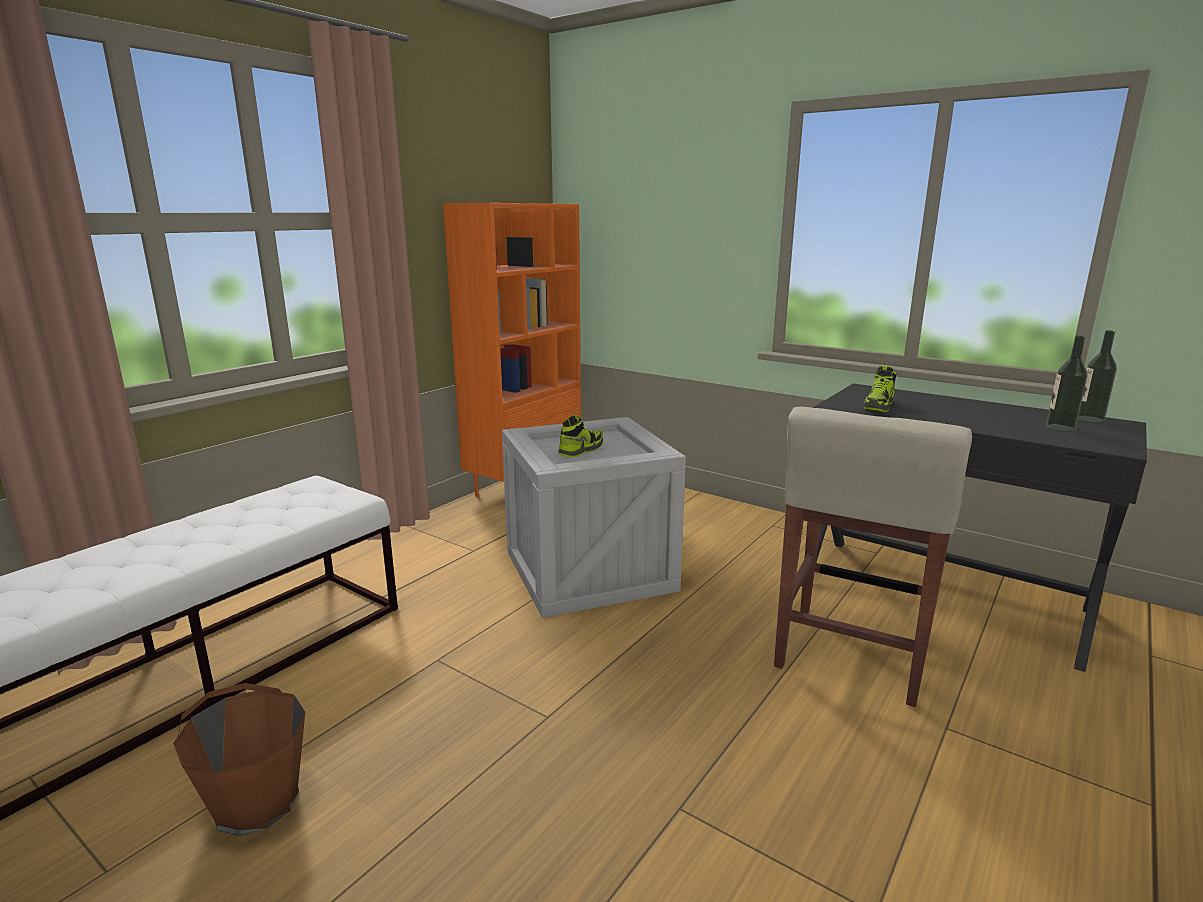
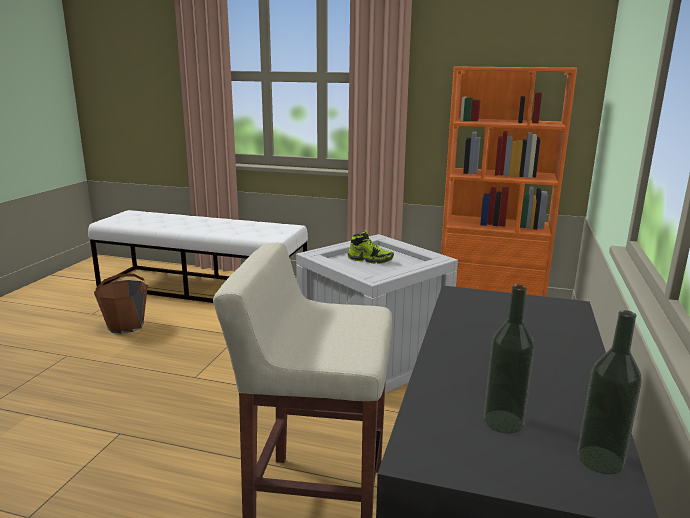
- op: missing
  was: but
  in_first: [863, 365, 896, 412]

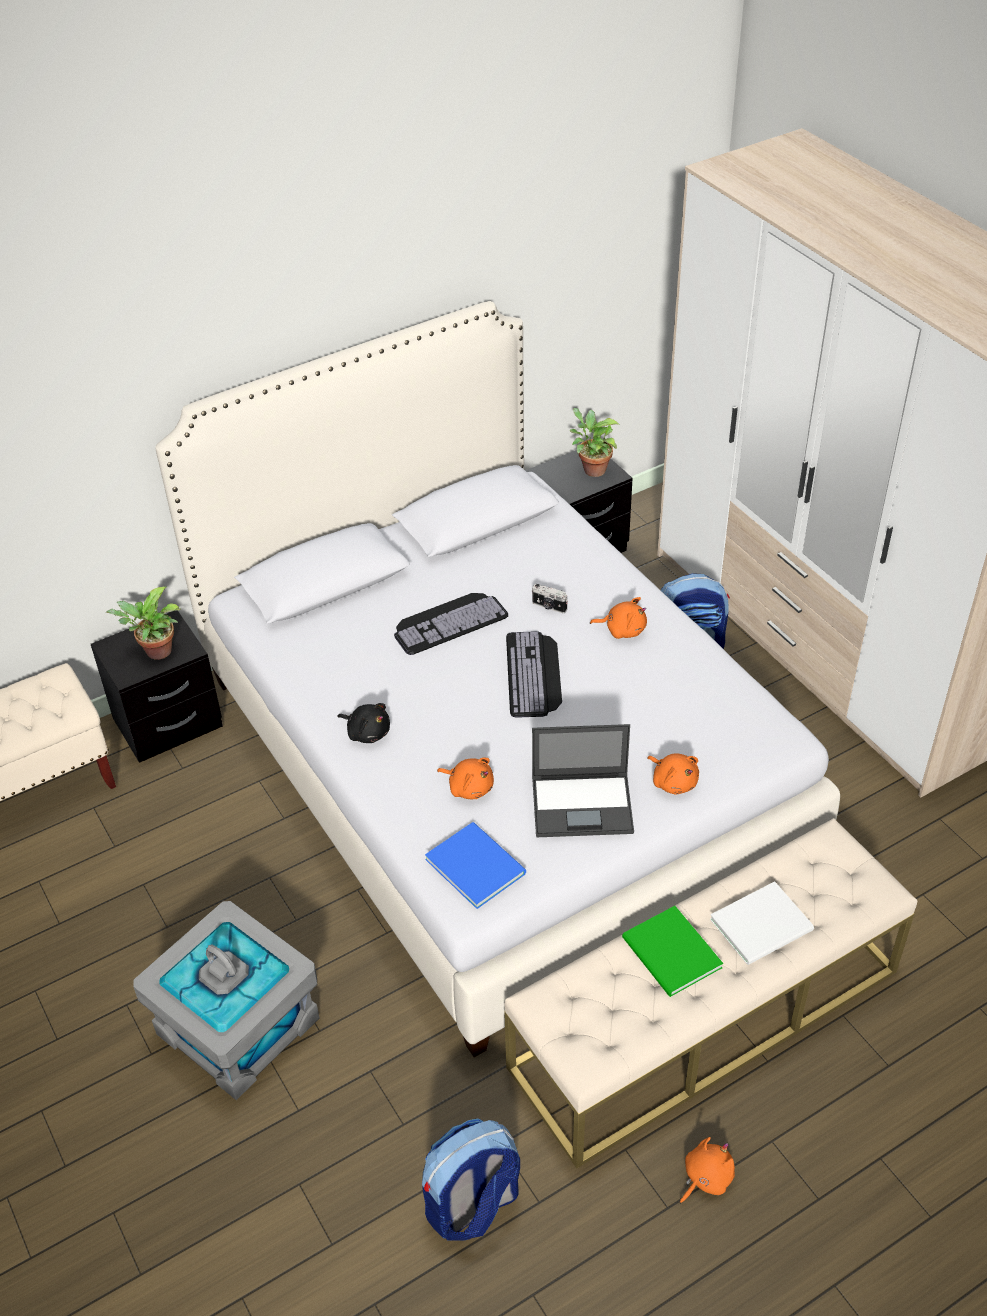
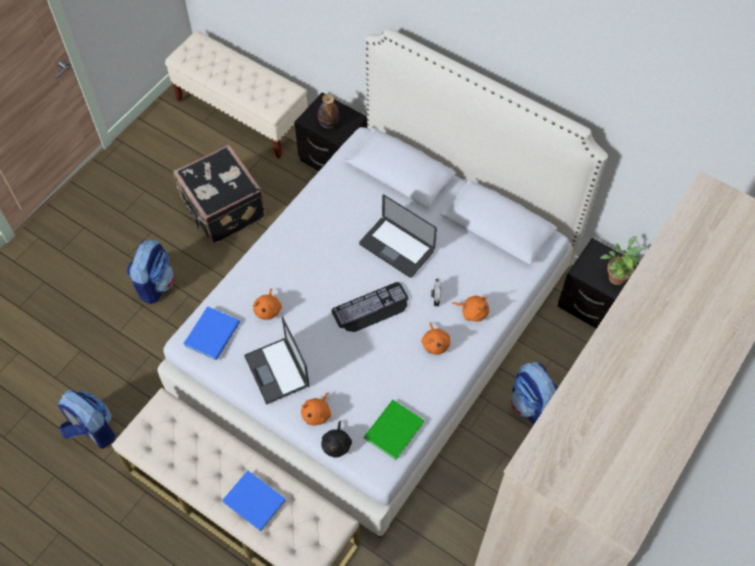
- op: exchanged
  was: pojemnik do przechowywania [szary]
  now: plecak
  in_first: [133, 901, 319, 1100]
  in_second: [127, 239, 175, 304]
- op: appeared
  now: walizka [czarny]
  in_second: [173, 144, 266, 244]
- op: colour
  was: książka [biały]
  now: książka [niebieski]
  in_first: [710, 881, 814, 965]
  in_second: [222, 470, 286, 531]
- op: exchanged
  was: roślina doniczkowa
  now: butelka
  in_first: [106, 586, 180, 660]
  in_second: [318, 94, 340, 129]
- op: relocated
  was: pluszak [czarny]
  in_first: [338, 703, 390, 743]
  in_second: [321, 421, 352, 458]
- op: exchanged
  was: klawiatura
  now: laptop
  in_first: [394, 593, 508, 655]
  in_second: [359, 194, 437, 278]
- op: relocated
  was: książka [zielony]
  in_first: [622, 906, 723, 997]
  in_second: [364, 400, 425, 460]
- op: relocated
  was: pluszak [pomarańczowy]
  in_first: [680, 1137, 735, 1204]
  in_second: [452, 296, 489, 322]

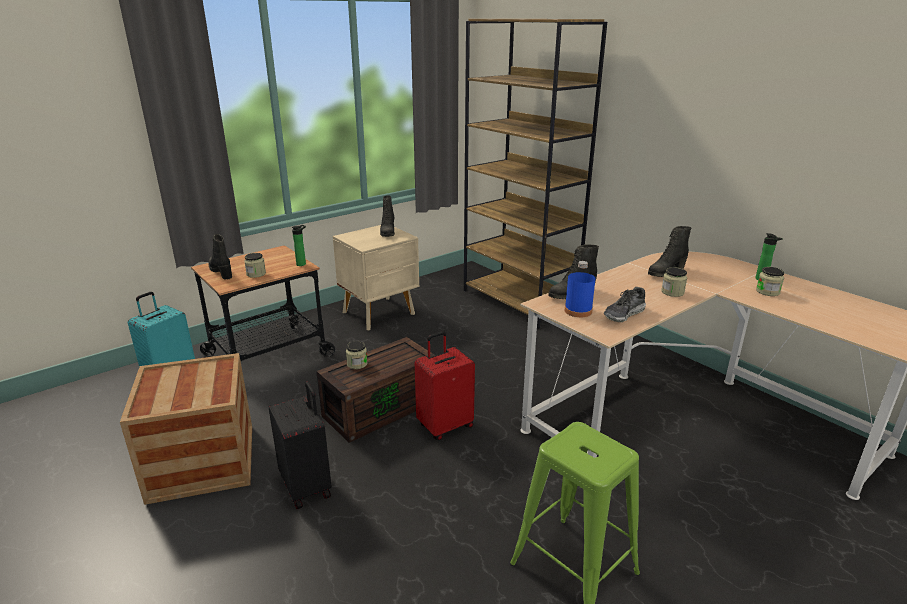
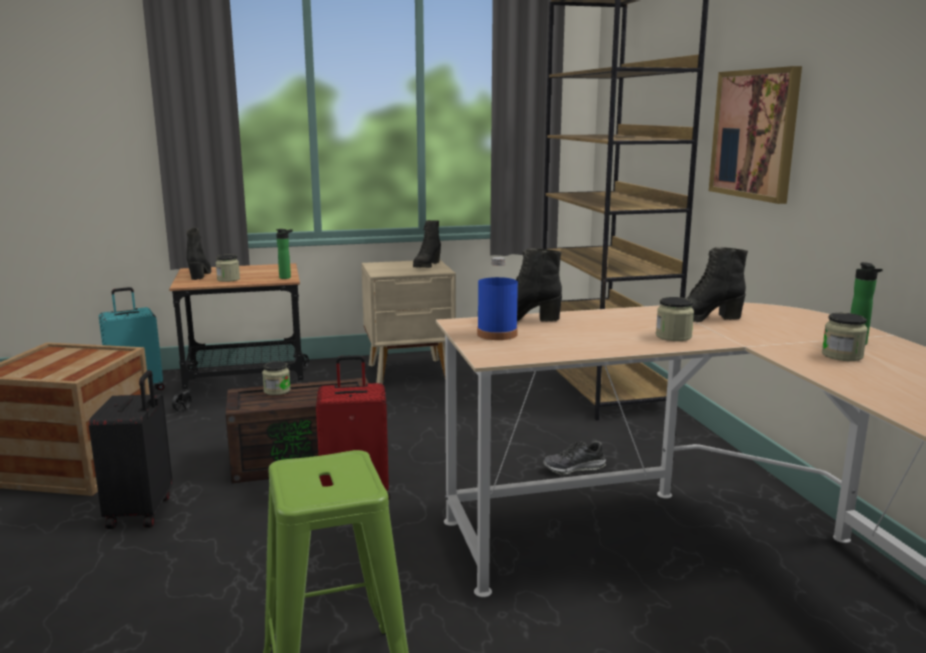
- op: relocated
  was: but
  in_first: [603, 287, 646, 322]
  in_second: [543, 440, 606, 475]
- op: appeared
  now: obraz
  in_second: [709, 66, 802, 204]

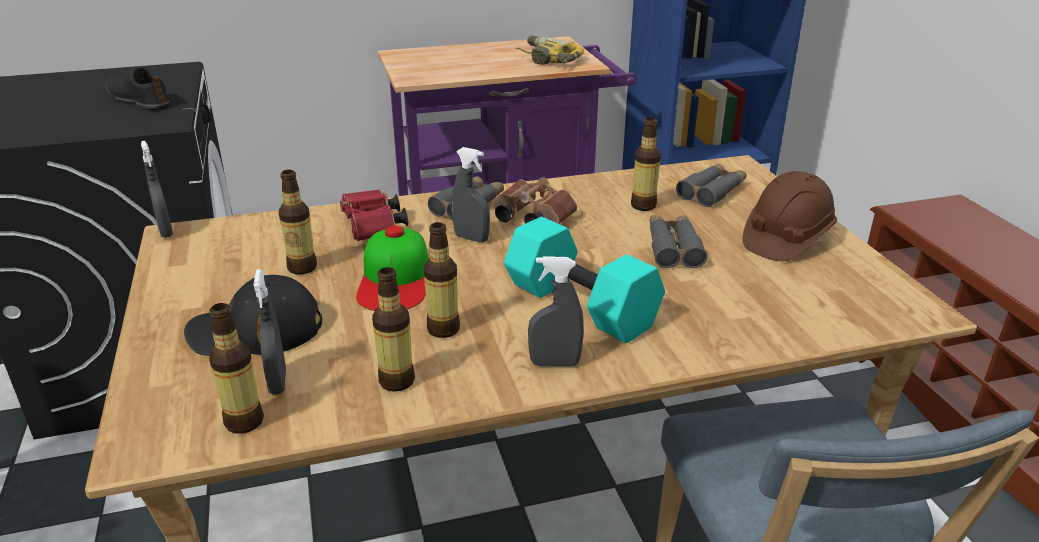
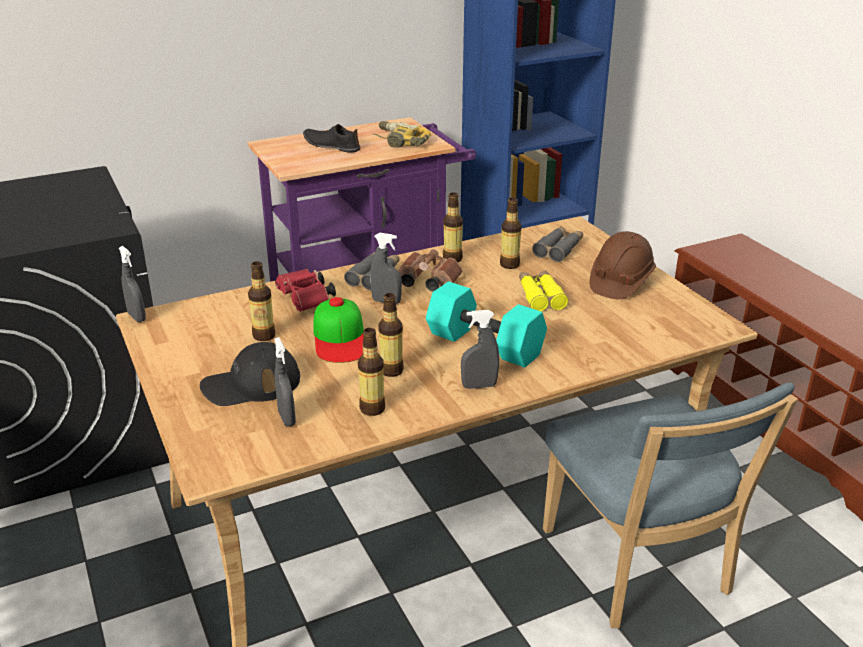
- op: relocated
  was: but [czarny]
  in_first: [106, 68, 170, 110]
  in_second: [303, 124, 360, 153]
- op: relocated
  was: butelka
  in_first: [209, 303, 264, 434]
  in_second: [443, 192, 463, 262]
- op: colour
  was: lornetka [szary]
  now: lornetka [żółty]
  in_first: [650, 215, 708, 268]
  in_second: [519, 270, 568, 311]

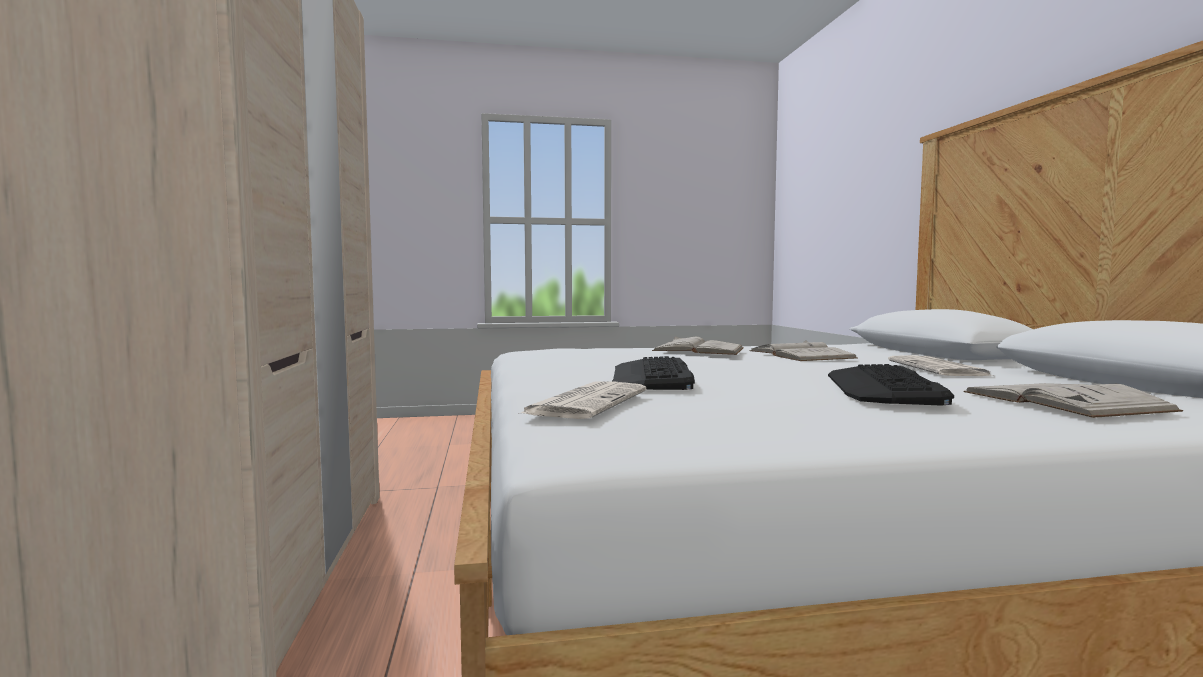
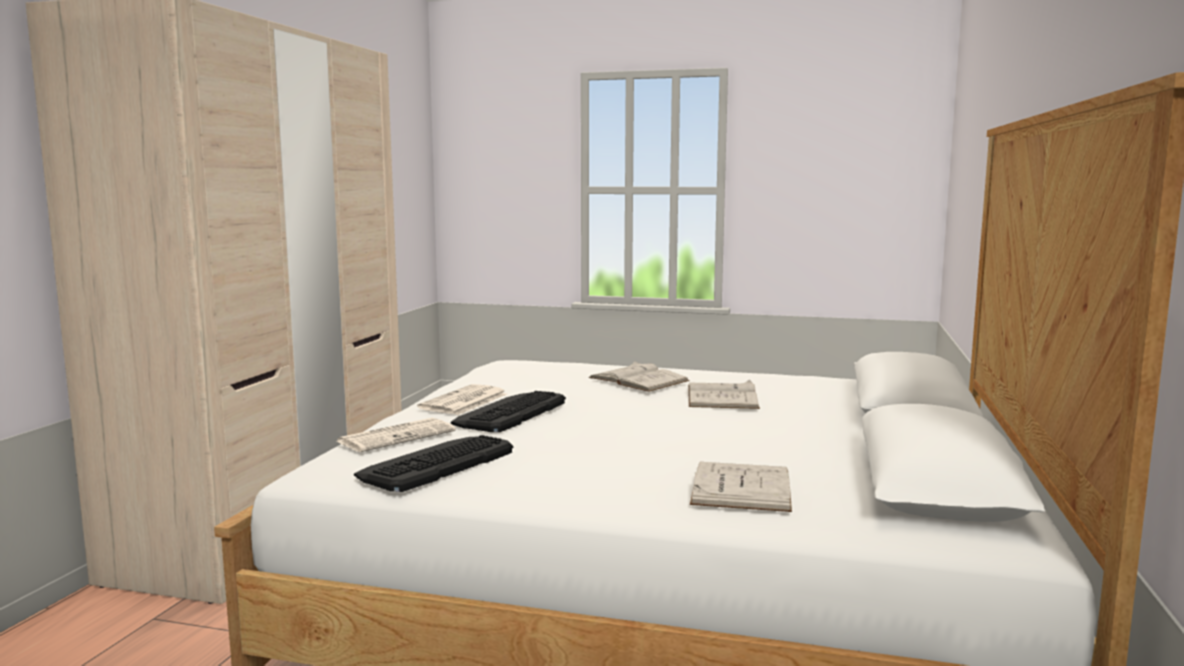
- op: relocated
  was: klawiatura
  in_first: [828, 364, 954, 406]
  in_second: [354, 435, 513, 492]
- op: relocated
  was: gazeta
  in_first: [888, 355, 994, 376]
  in_second: [417, 384, 507, 415]

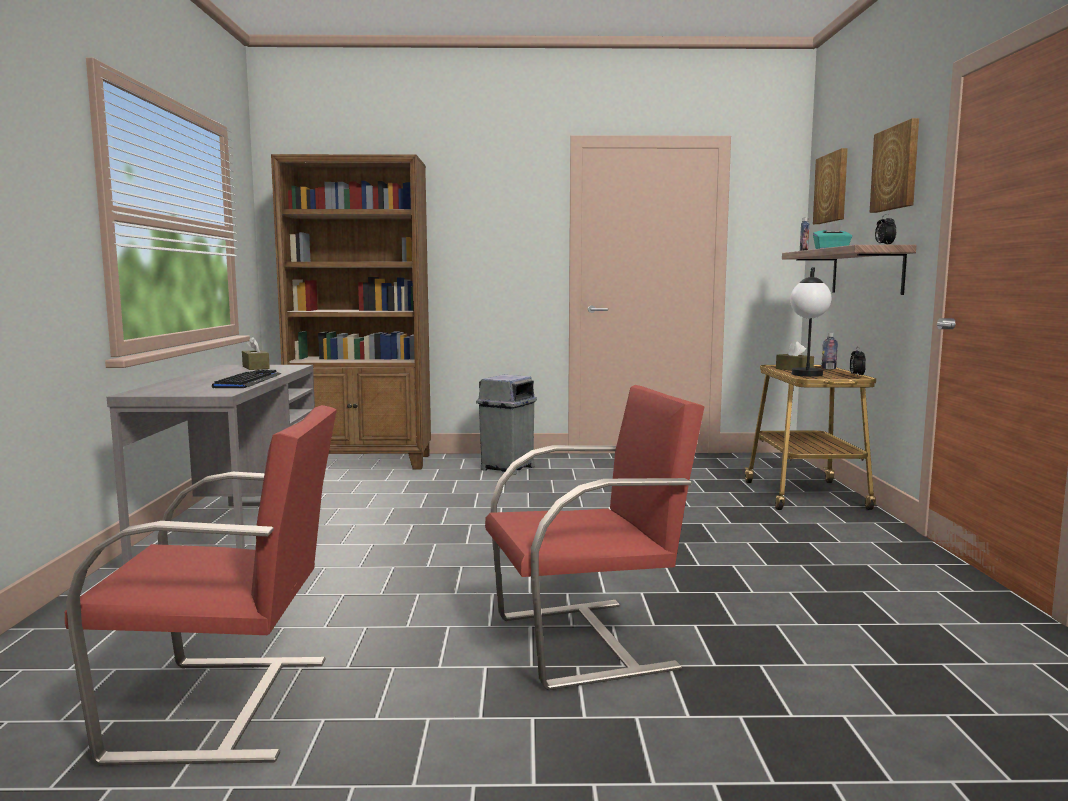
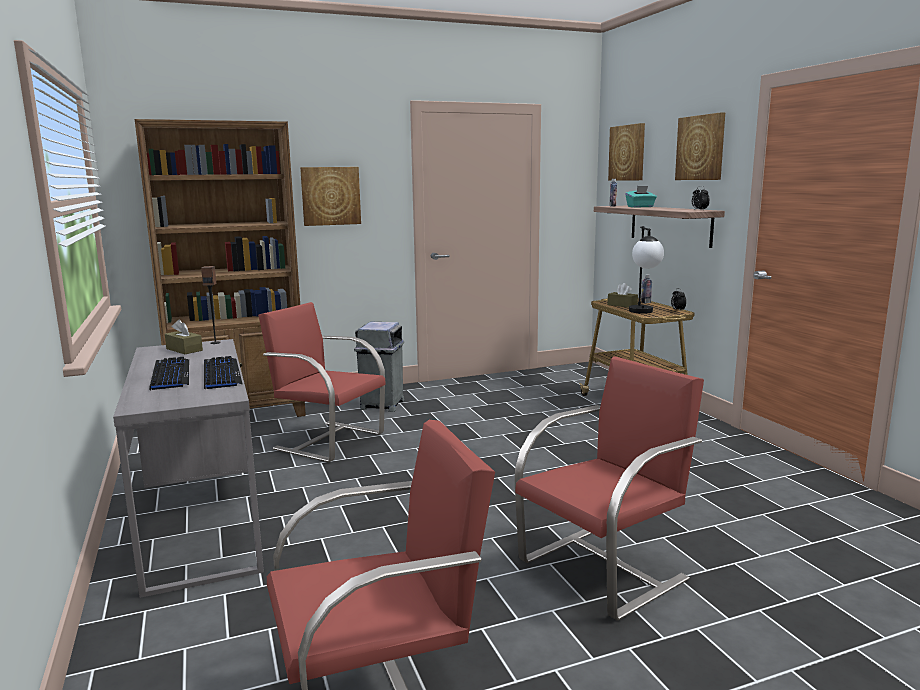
- op: appeared
  now: klawiatura
  in_second: [149, 357, 189, 390]
- op: appeared
  now: głośnik
  in_second: [201, 266, 221, 344]
- op: appeared
  now: krzesło [czerwony]
  in_second: [258, 302, 386, 463]
- op: appeared
  now: obraz
  in_second: [300, 167, 361, 226]

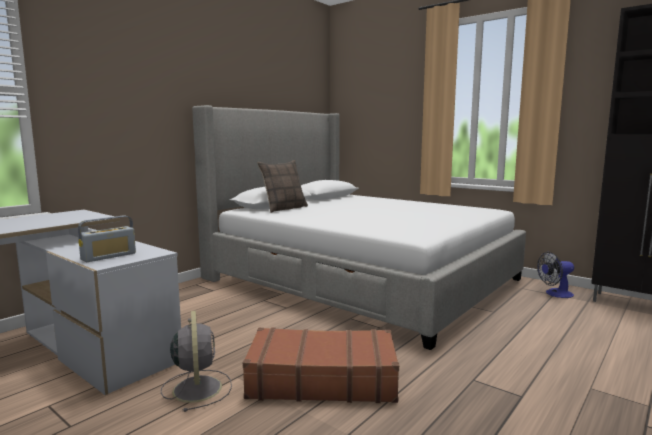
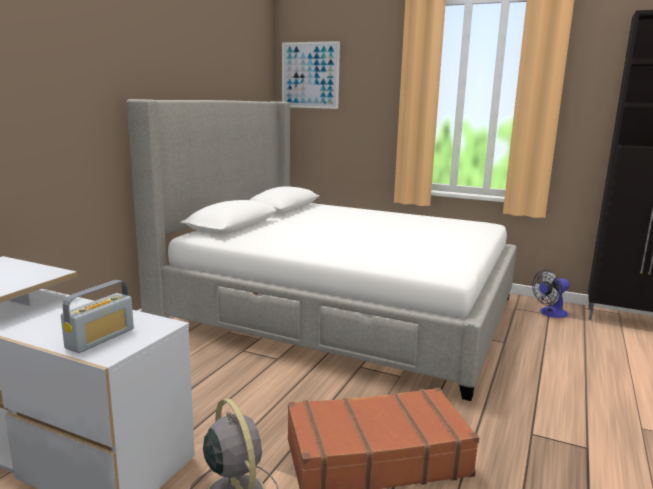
- op: appeared
  now: obraz
  in_second: [282, 41, 340, 109]
- op: missing
  was: poduszka
  in_first: [257, 160, 308, 213]

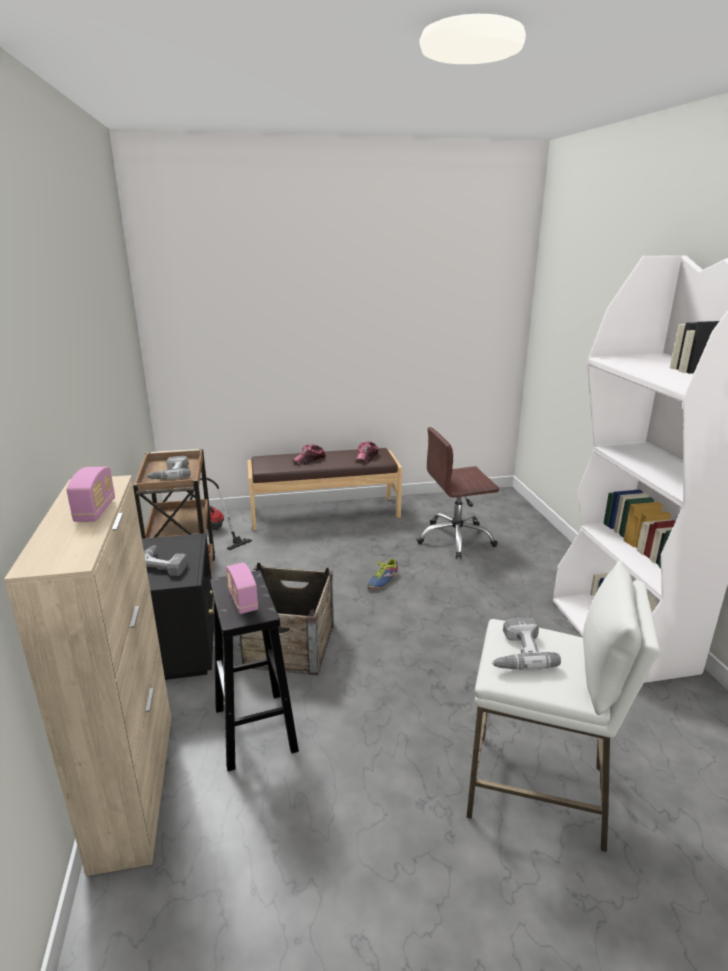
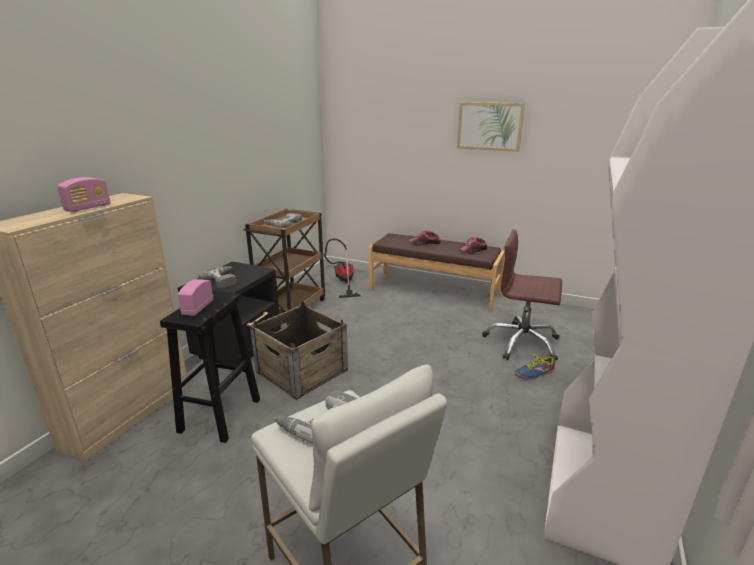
- op: appeared
  now: obraz
  in_second: [457, 102, 525, 152]
- op: relocated
  was: but
  in_first: [367, 557, 398, 589]
  in_second: [515, 353, 555, 379]

